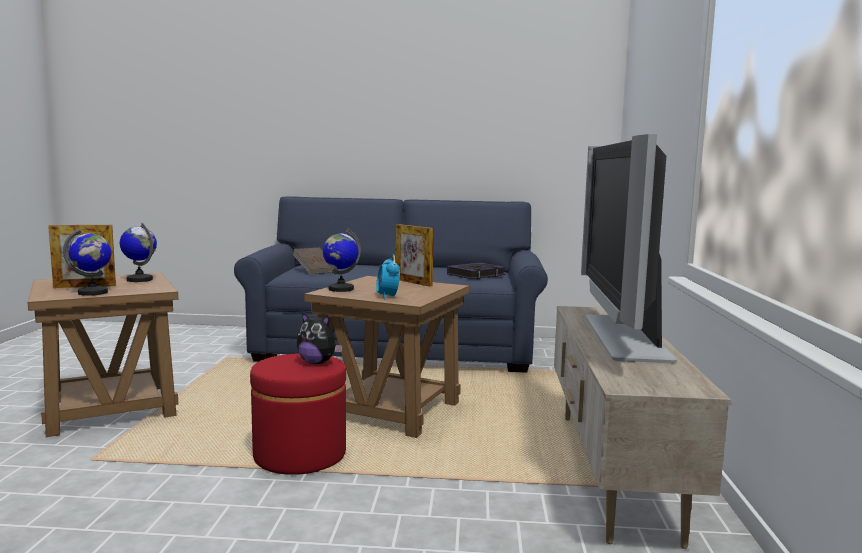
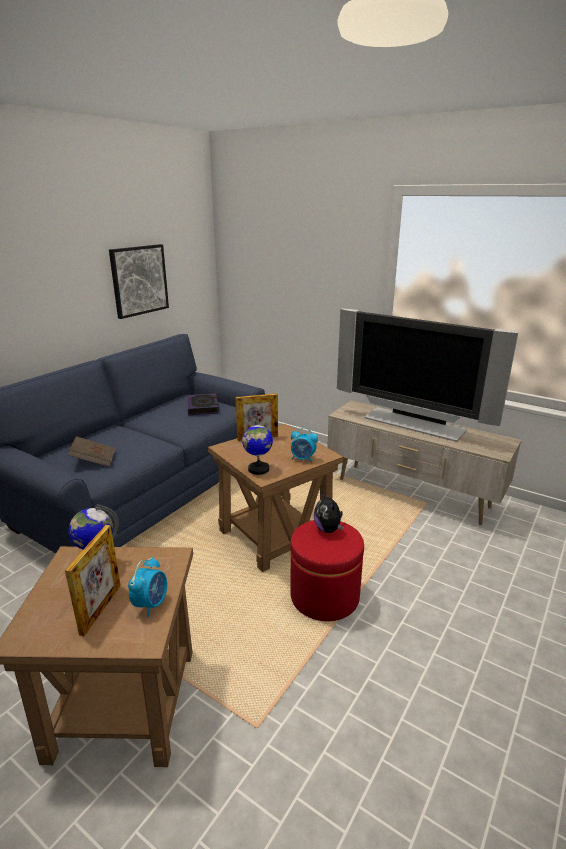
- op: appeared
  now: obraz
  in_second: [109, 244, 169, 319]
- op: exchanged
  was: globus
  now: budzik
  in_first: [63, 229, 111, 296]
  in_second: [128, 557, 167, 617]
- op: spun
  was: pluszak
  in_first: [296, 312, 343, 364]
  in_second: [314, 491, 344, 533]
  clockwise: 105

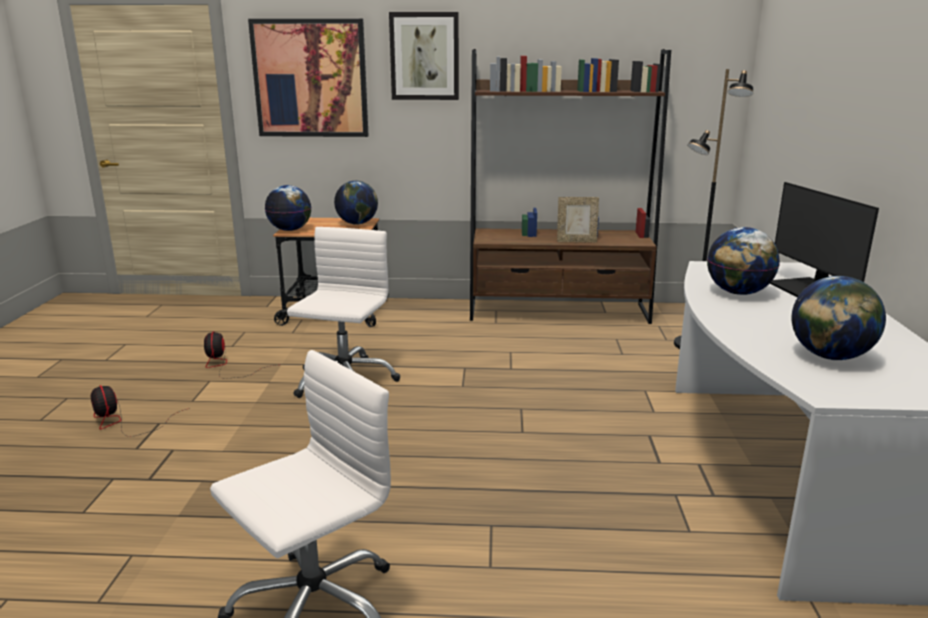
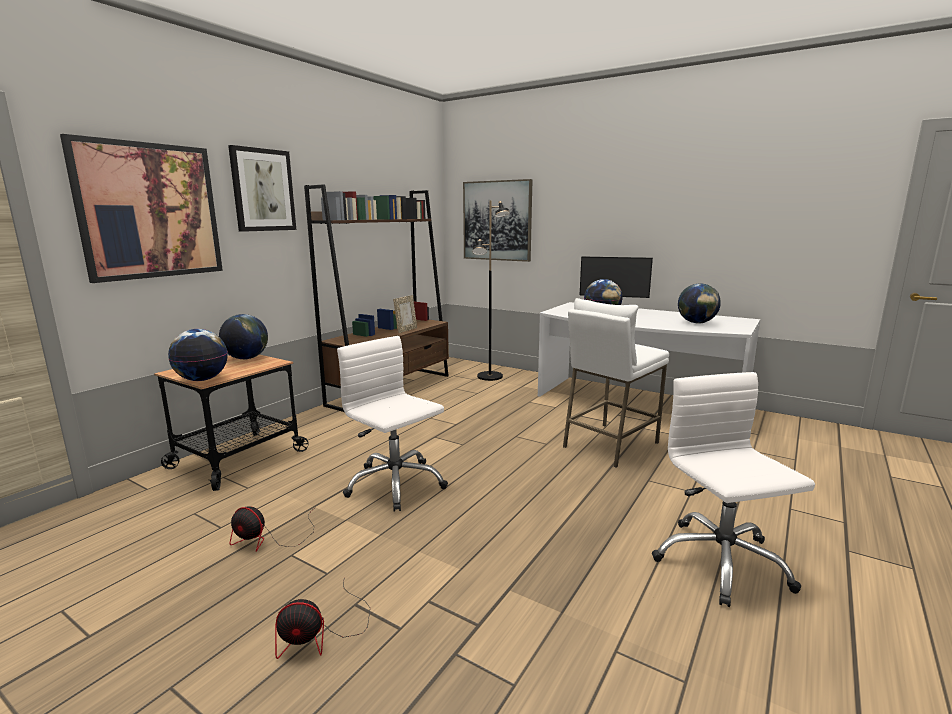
- op: appeared
  now: obraz
  in_second: [463, 179, 532, 262]
- op: appeared
  now: stołek [biały]
  in_second: [563, 298, 669, 467]

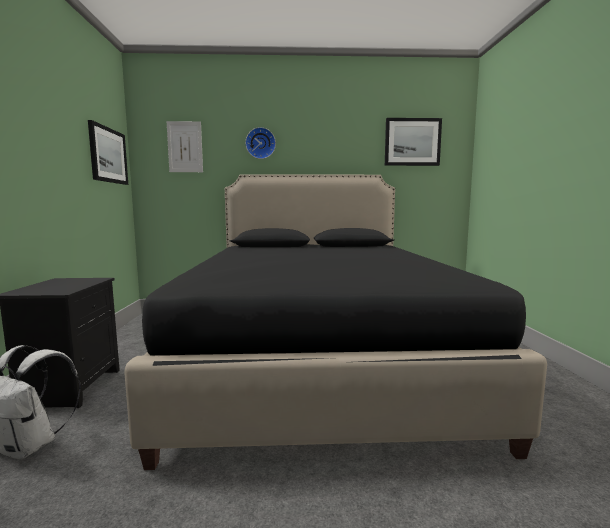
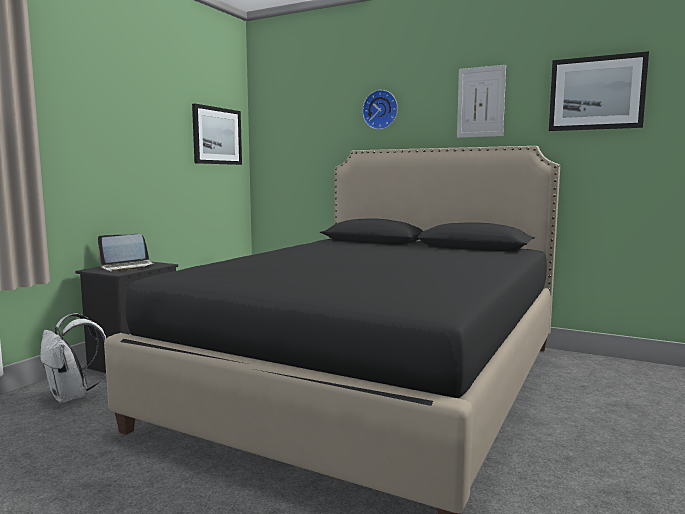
- op: appeared
  now: laptop
  in_second: [98, 234, 154, 272]
- op: relocated
  was: obraz
  in_first: [166, 121, 203, 172]
  in_second: [457, 65, 506, 138]

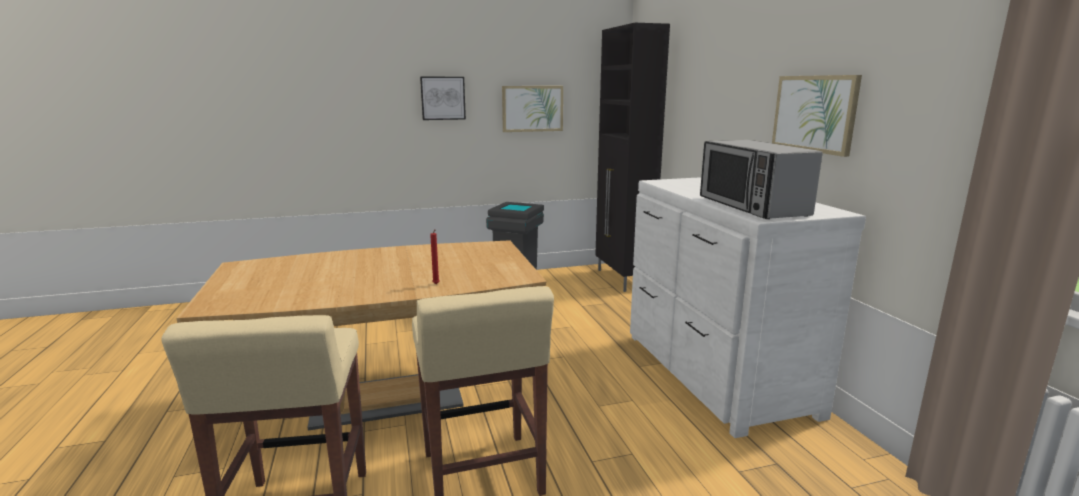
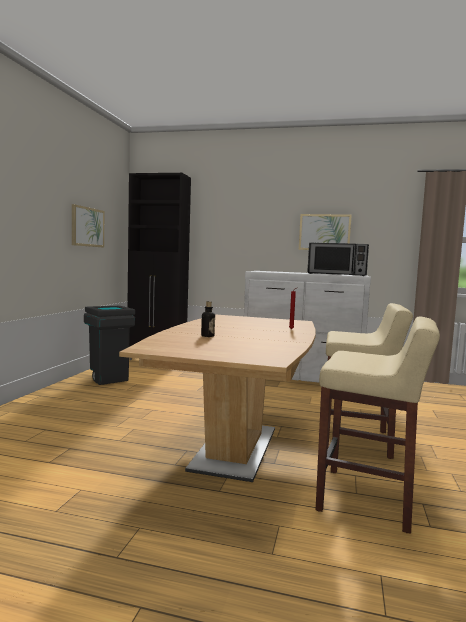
- op: appeared
  now: butelka
  in_second: [201, 301, 215, 337]
- op: missing
  was: obraz
  in_first: [420, 77, 466, 120]

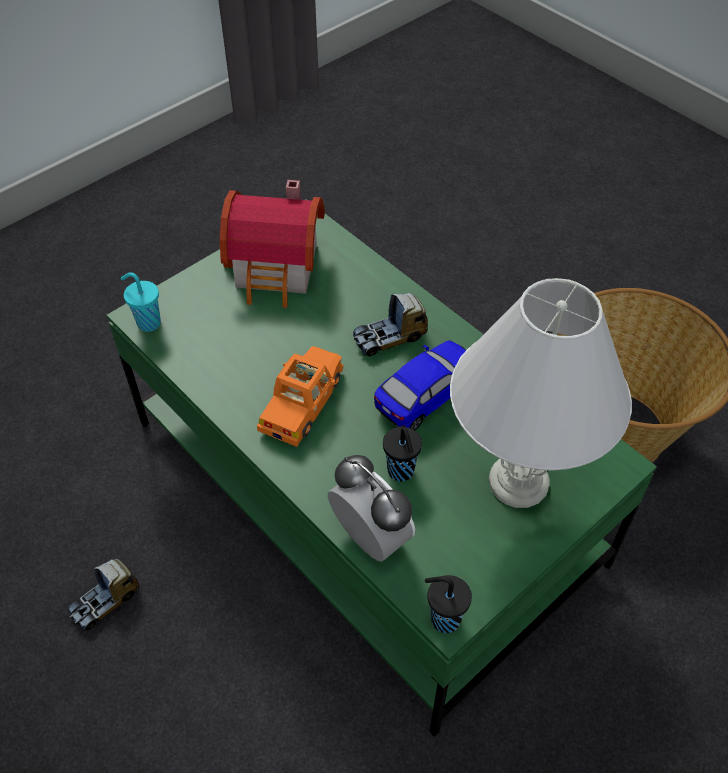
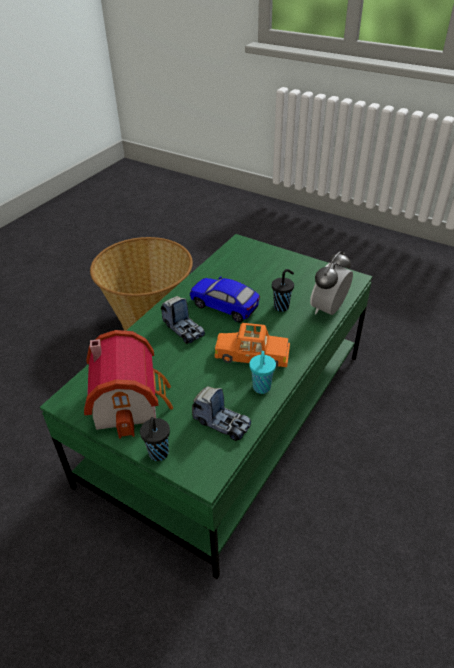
- op: relocated
  was: filiżanka [czarny]
  in_first: [425, 575, 472, 633]
  in_second: [140, 417, 170, 461]
- op: relocated
  was: ciężarówka zabawkowa
  in_first: [68, 558, 139, 631]
  in_second: [192, 386, 251, 441]
- op: relocated
  was: filiżanka [turkusowy]
  in_first: [121, 272, 161, 332]
  in_second: [249, 351, 276, 394]
- op: missing
  was: lampa stołowa [biały]
  in_first: [450, 278, 632, 508]

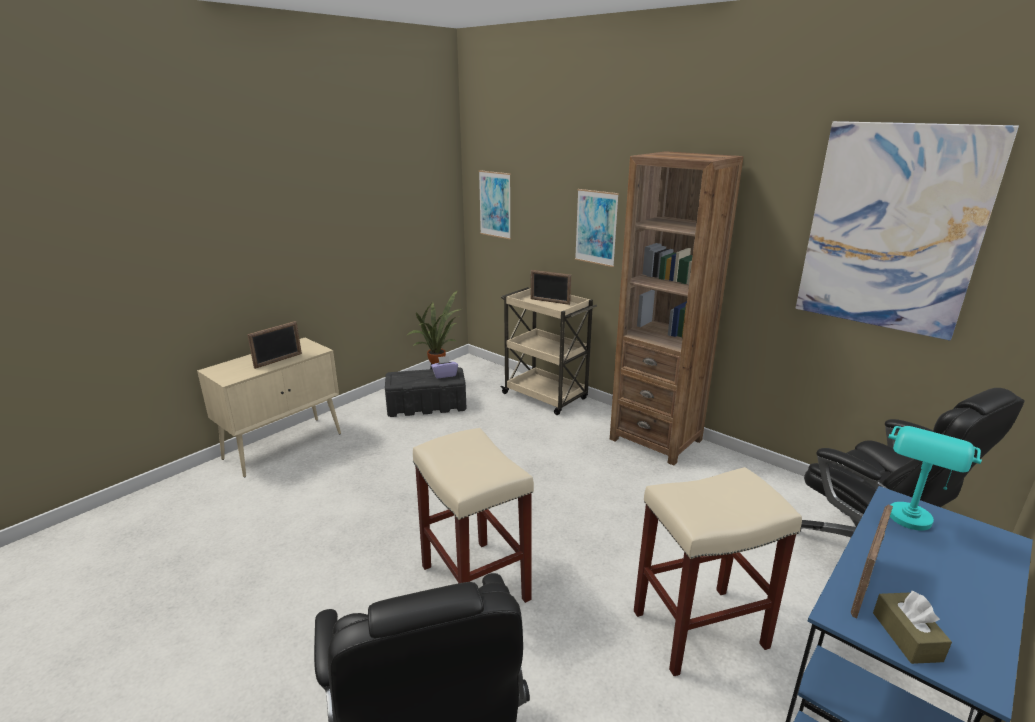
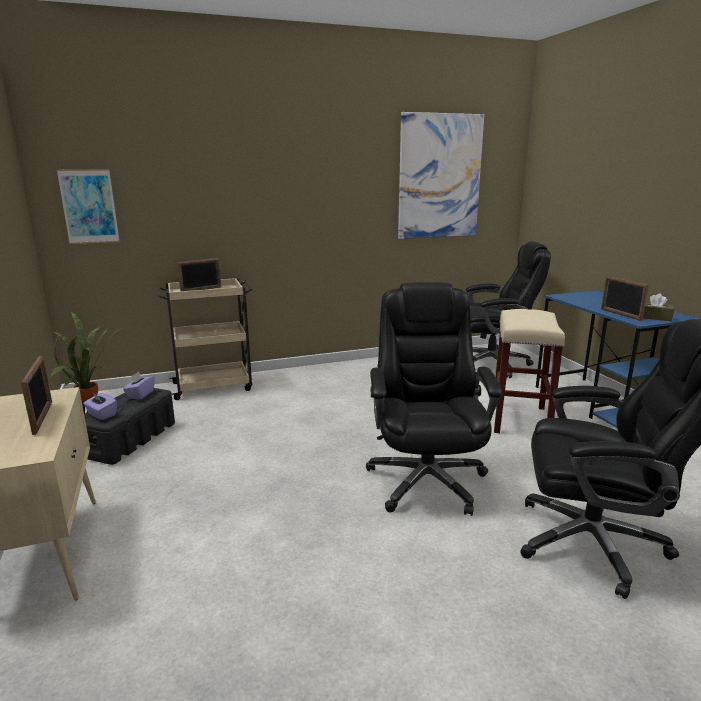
- op: appeared
  now: pudełko chusteczek [fioletowy]
  in_second: [83, 392, 117, 420]
- op: exchanged
  was: stołek [beżowy]
  now: krzesło biurowe [czarny]
  in_first: [413, 428, 534, 603]
  in_second: [366, 282, 502, 516]
- op: missing
  was: obraz
  in_first: [575, 189, 619, 267]
- op: missing
  was: regał [brązowy]
  in_first: [610, 151, 743, 465]
- op: missing
  was: lampa stołowa [turkusowy]
  in_first: [888, 426, 982, 531]

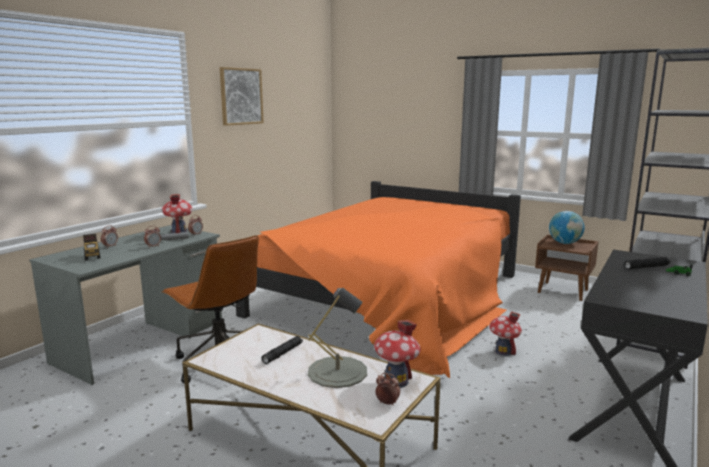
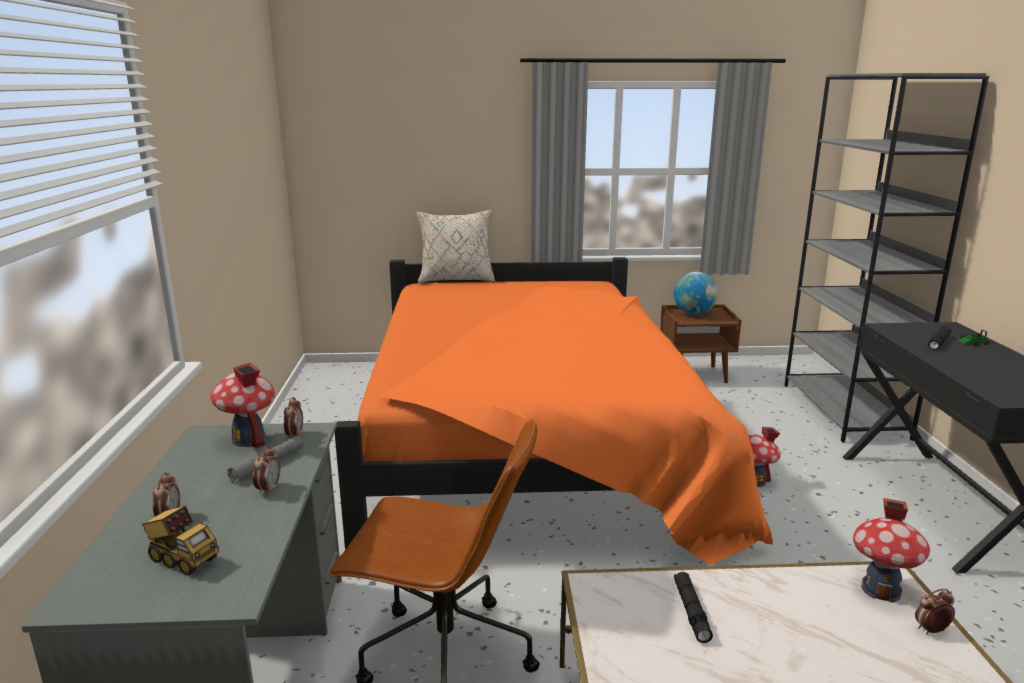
- op: appeared
  now: poduszka [beżowy]
  in_second: [416, 210, 495, 283]
- op: missing
  was: obraz
  in_first: [220, 67, 264, 126]
- op: missing
  was: lampa stołowa [szary]
  in_first: [308, 287, 367, 388]

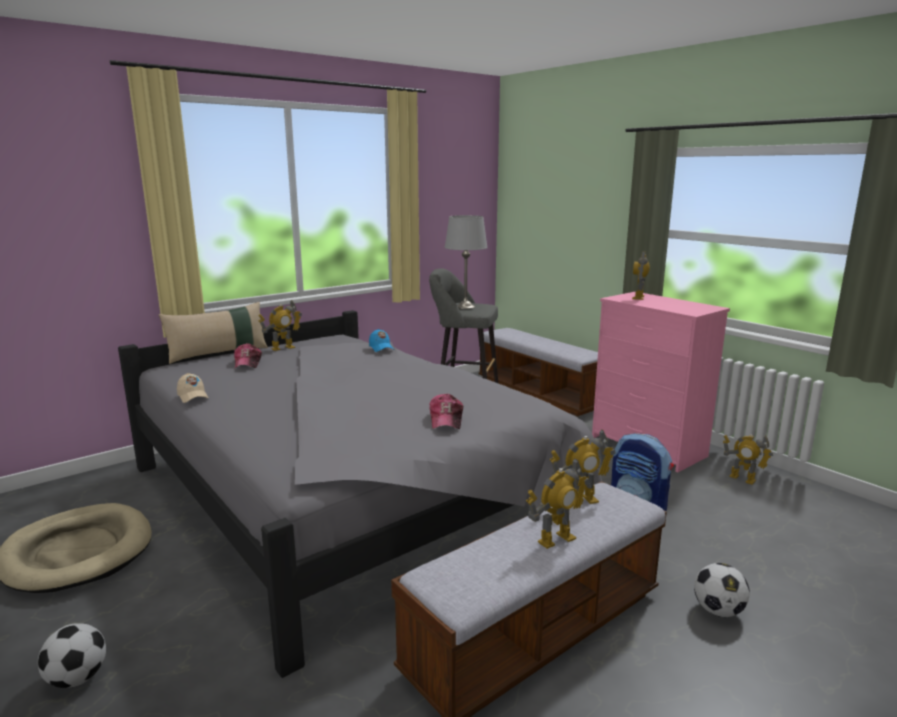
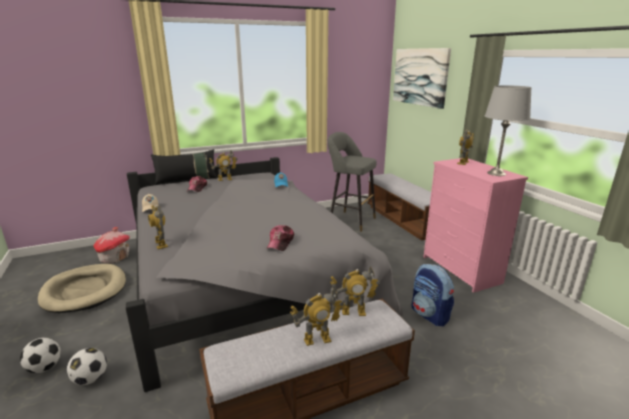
- op: relocated
  was: piłka futbolowa
  in_first: [694, 563, 750, 617]
  in_second: [67, 348, 107, 385]
- op: appeared
  now: domek
  in_second: [93, 227, 130, 263]
- op: relocated
  was: robot zabawkowy
  in_first: [723, 435, 773, 485]
  in_second: [148, 205, 168, 249]
- op: colour
  was: poduszka [beżowy]
  now: poduszka [czarny]
  in_first: [158, 302, 268, 364]
  in_second: [151, 149, 217, 185]
- op: appeared
  now: obraz
  in_second: [393, 48, 451, 109]
- op: relocated
  was: lampa stołowa [szary]
  in_first: [445, 215, 488, 309]
  in_second: [485, 85, 532, 176]

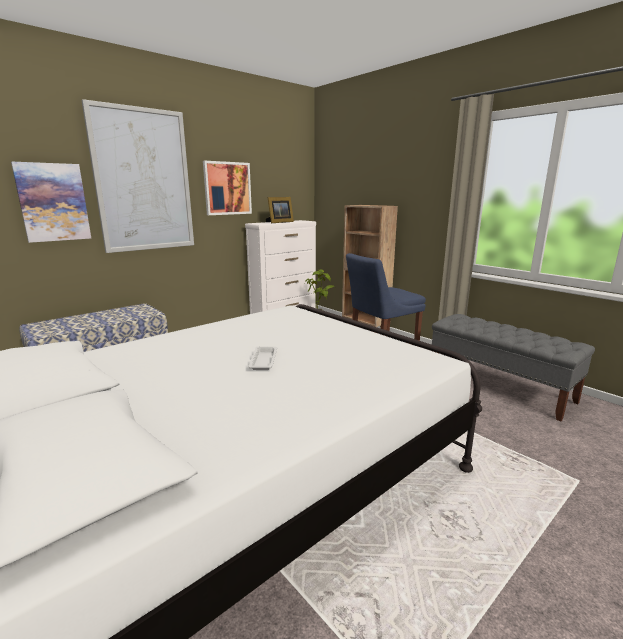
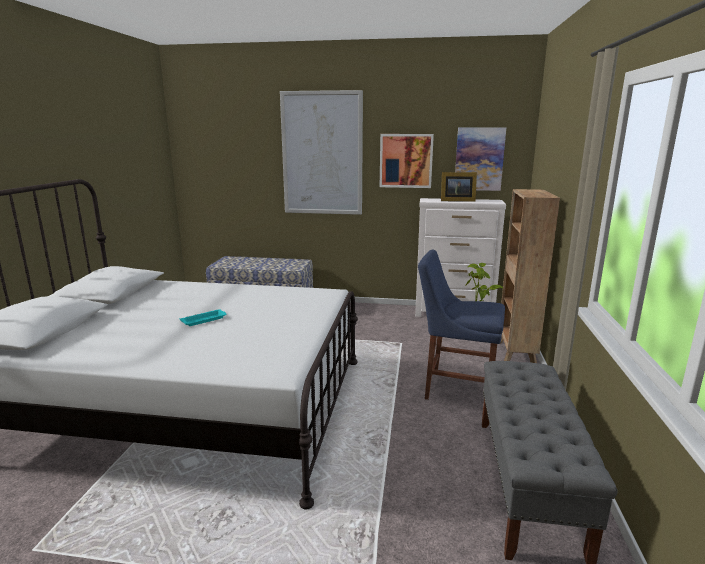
- op: colour
  was: taca [biały]
  now: taca [turkusowy]
  in_first: [248, 347, 277, 370]
  in_second: [180, 309, 227, 326]
- op: relocated
  was: obraz
  in_first: [11, 162, 91, 243]
  in_second: [455, 128, 506, 191]

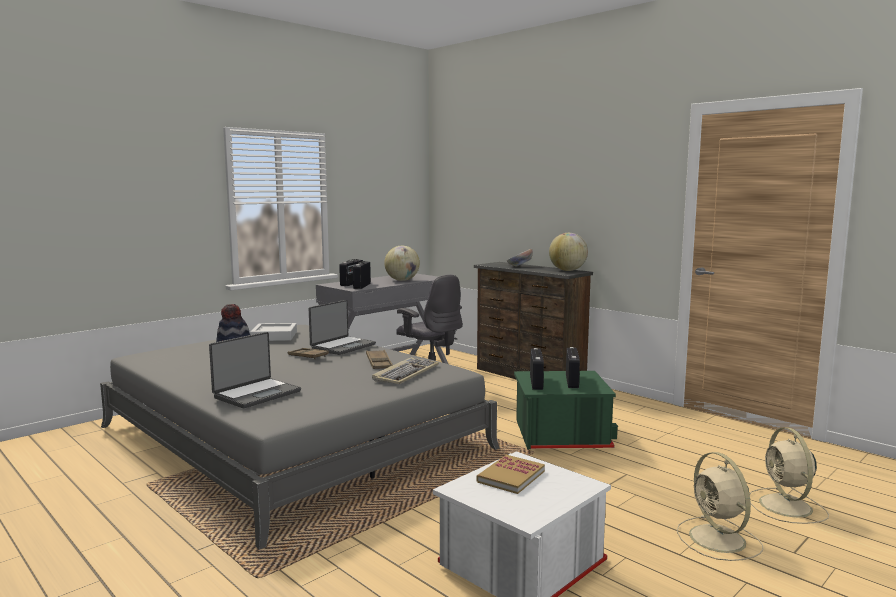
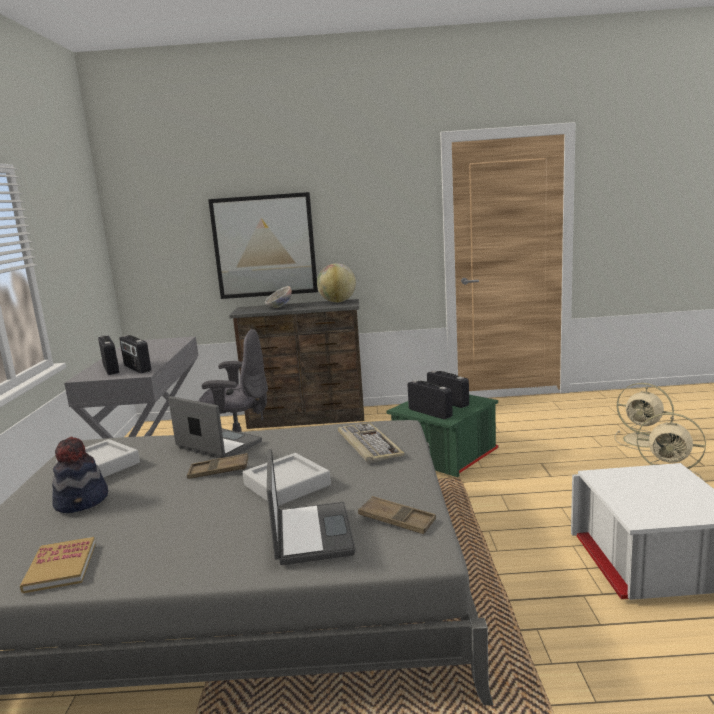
- op: relocated
  was: książka
  in_first: [477, 455, 545, 494]
  in_second: [20, 537, 96, 593]
- op: spun
  was: laptop
  in_first: [309, 300, 376, 355]
  in_second: [168, 396, 262, 458]
  clockwise: -45
- op: appeared
  now: obraz
  in_second: [208, 192, 318, 299]
- op: appeared
  now: taca [szary]
  in_second: [243, 453, 331, 506]
- op: relocated
  was: taca [brązowy]
  in_first: [366, 350, 393, 369]
  in_second: [358, 496, 436, 534]
- op: missing
  was: globus
  in_first: [384, 246, 420, 281]

